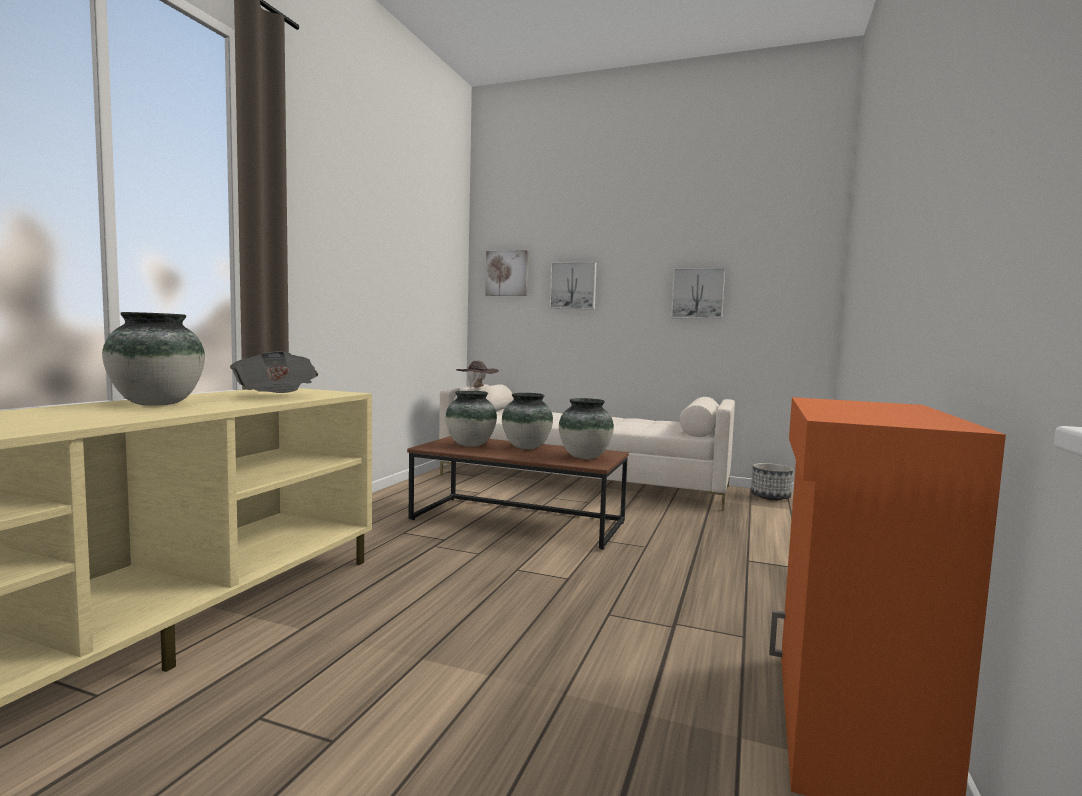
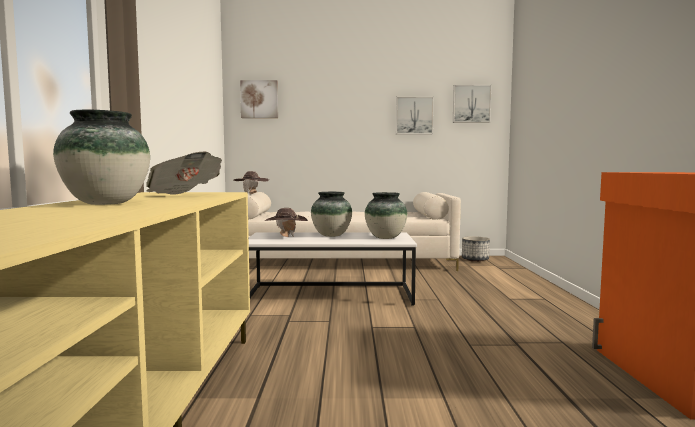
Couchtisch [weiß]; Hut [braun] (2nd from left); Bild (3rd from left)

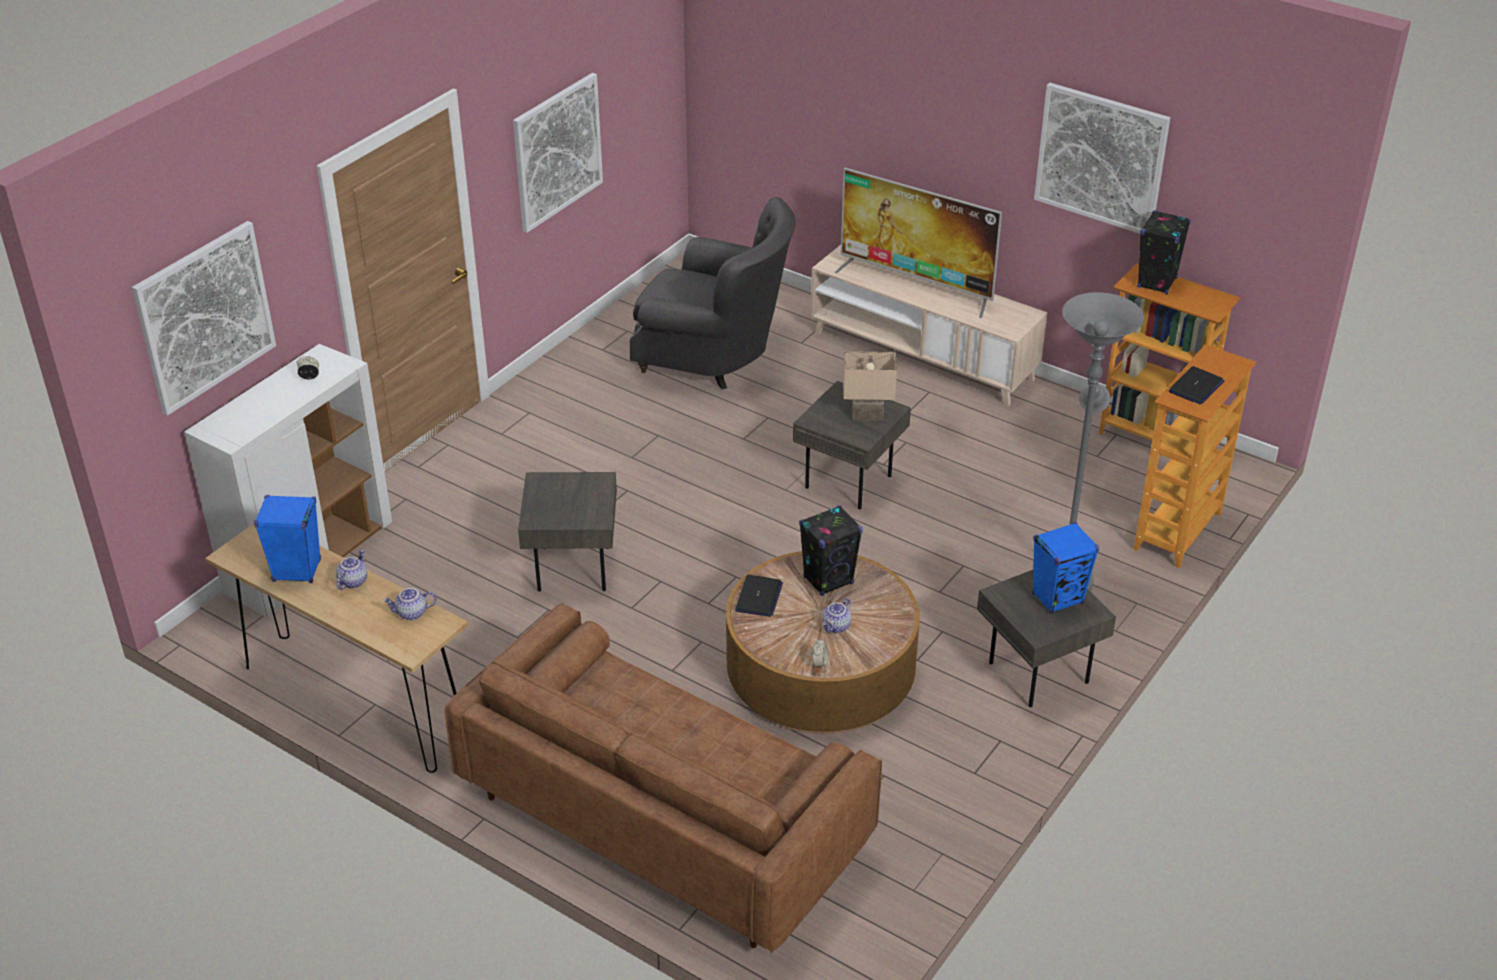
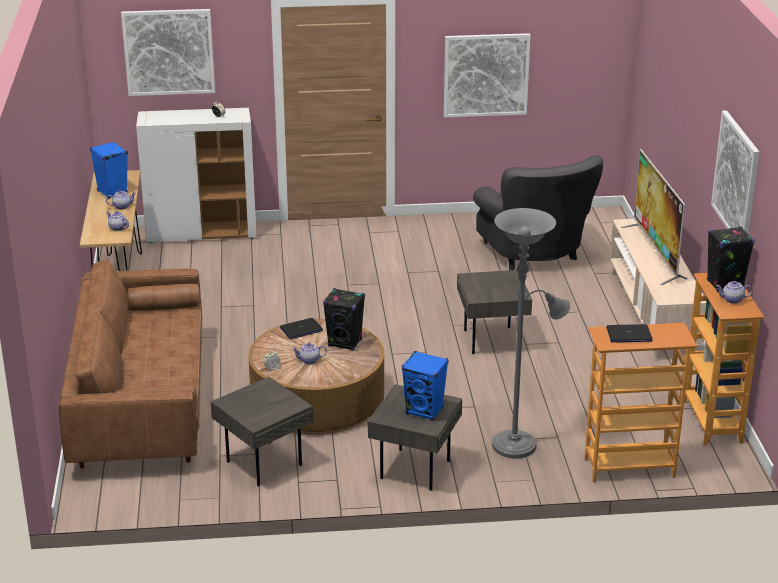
Beistelltisch [grau] (1st from left); Tischlampe [beige]; Teekanne (4th from left)

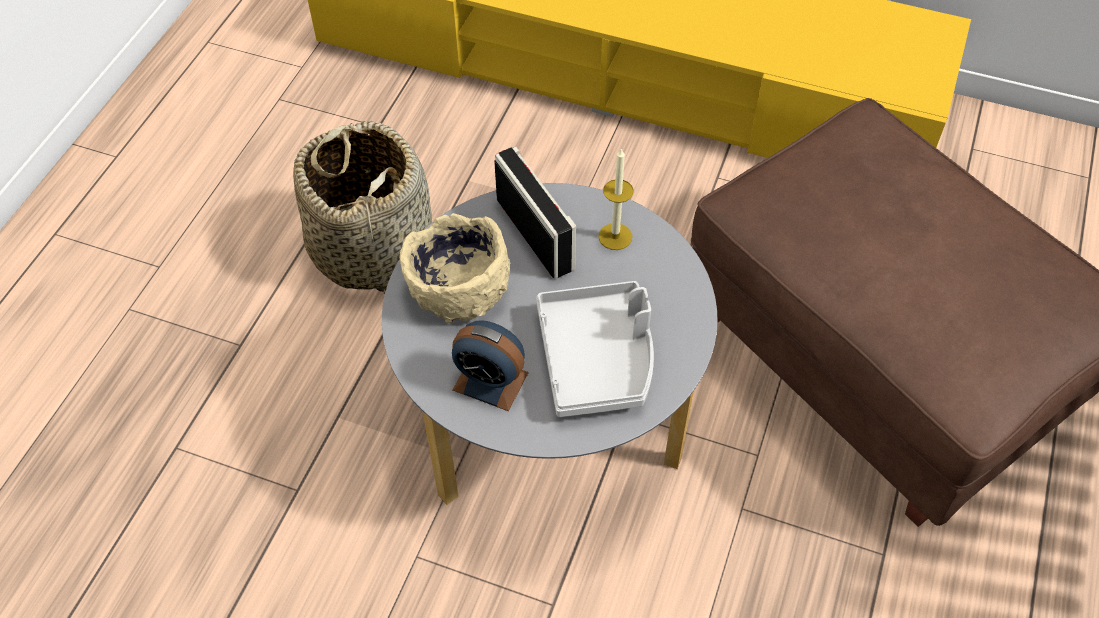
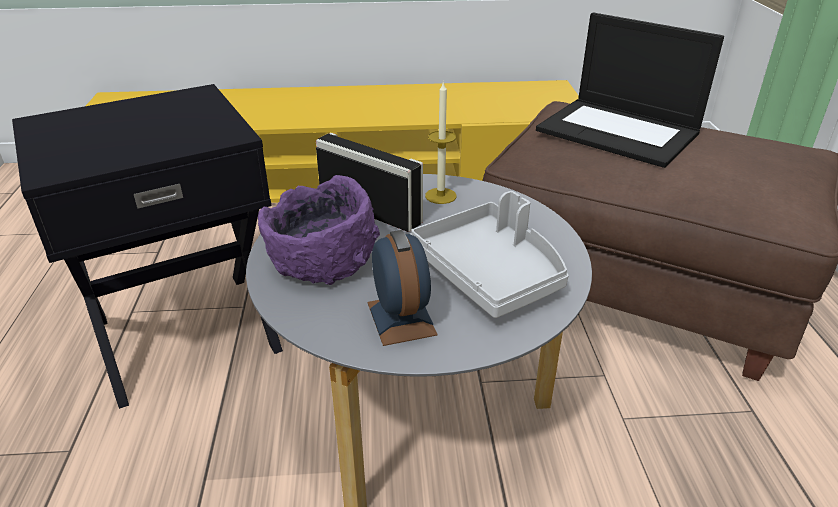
Beistelltisch [schwarz]; Schüssel [lila]; Wecker; Laptop

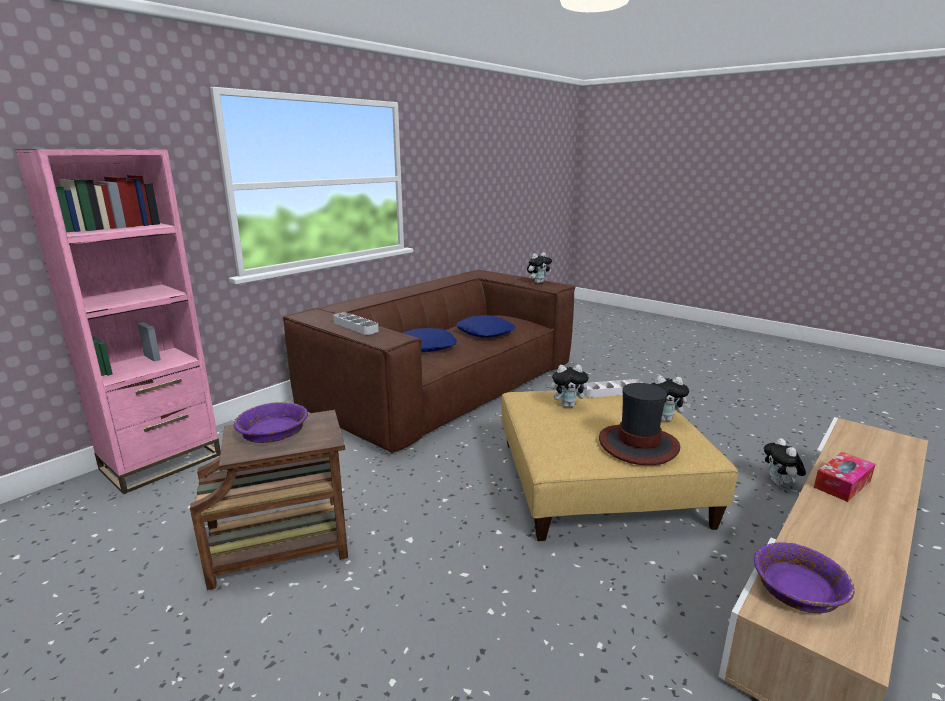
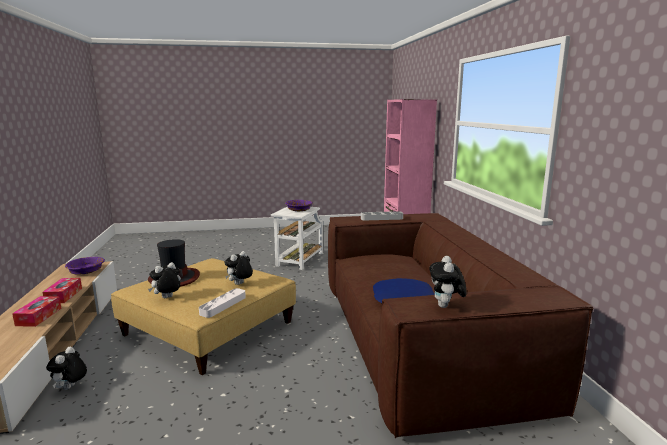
Beistelltisch [weiß]; Kissen [blau] (1st from left in the first image); Plüschtier (1st from left); Taschentuchbox (2nd from left)

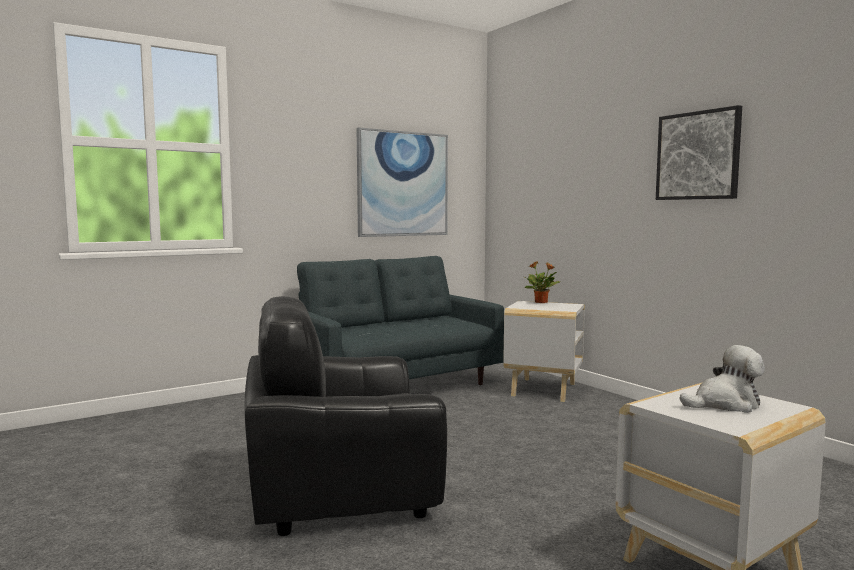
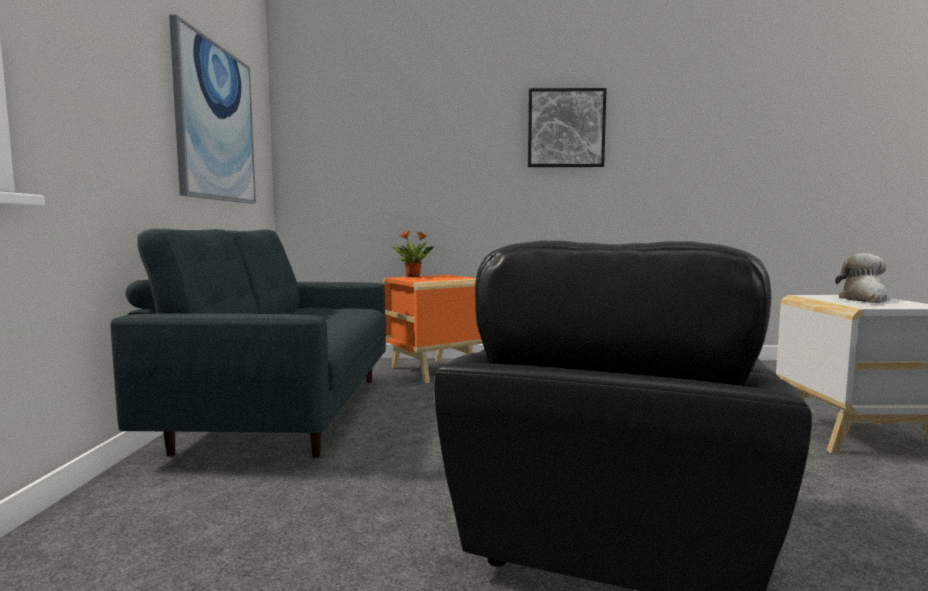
Beistelltisch [orange]

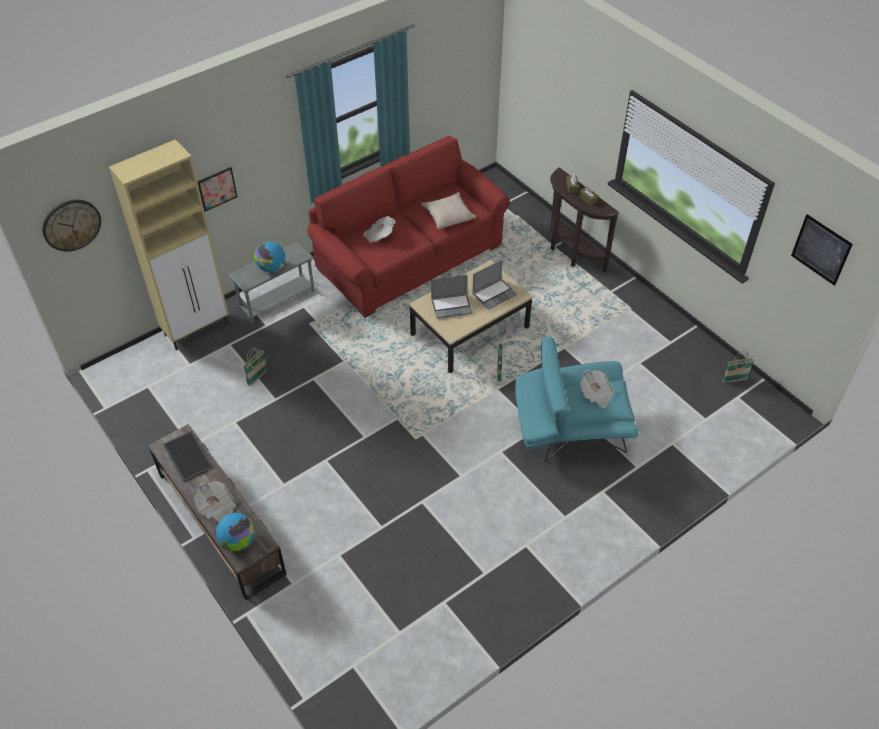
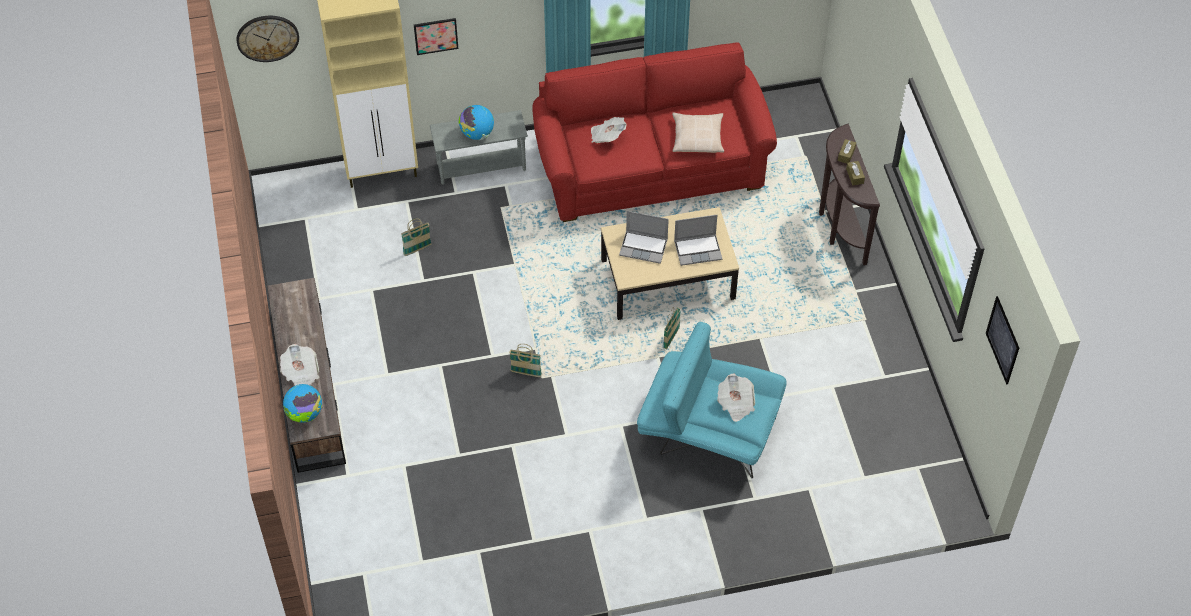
Tablett; Korb (2nd from left)

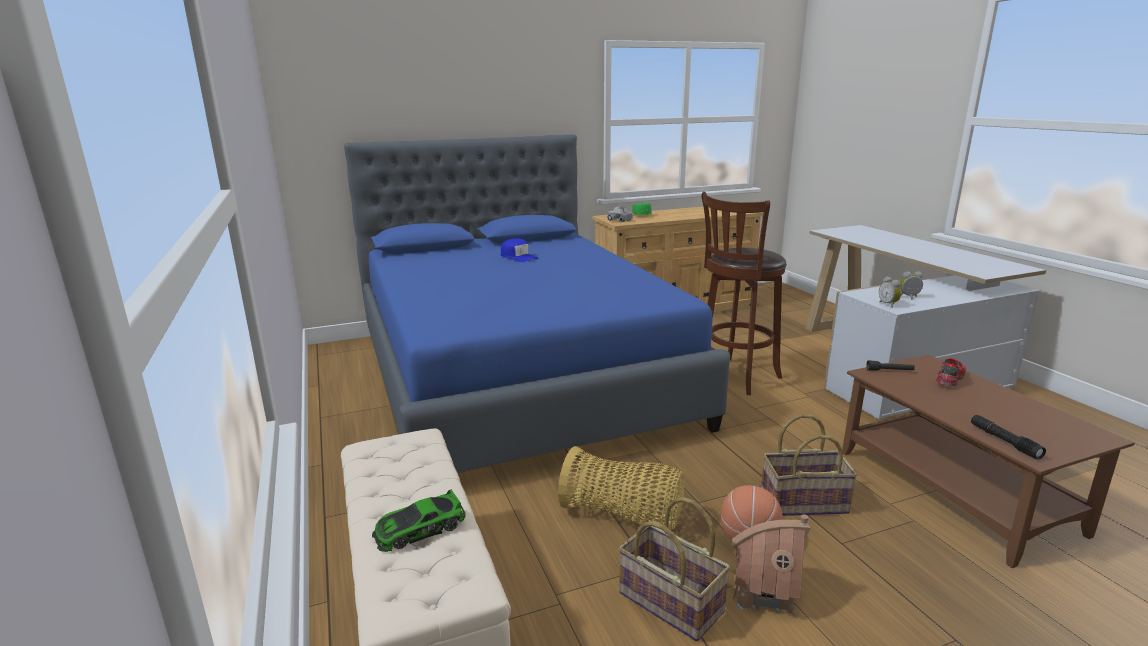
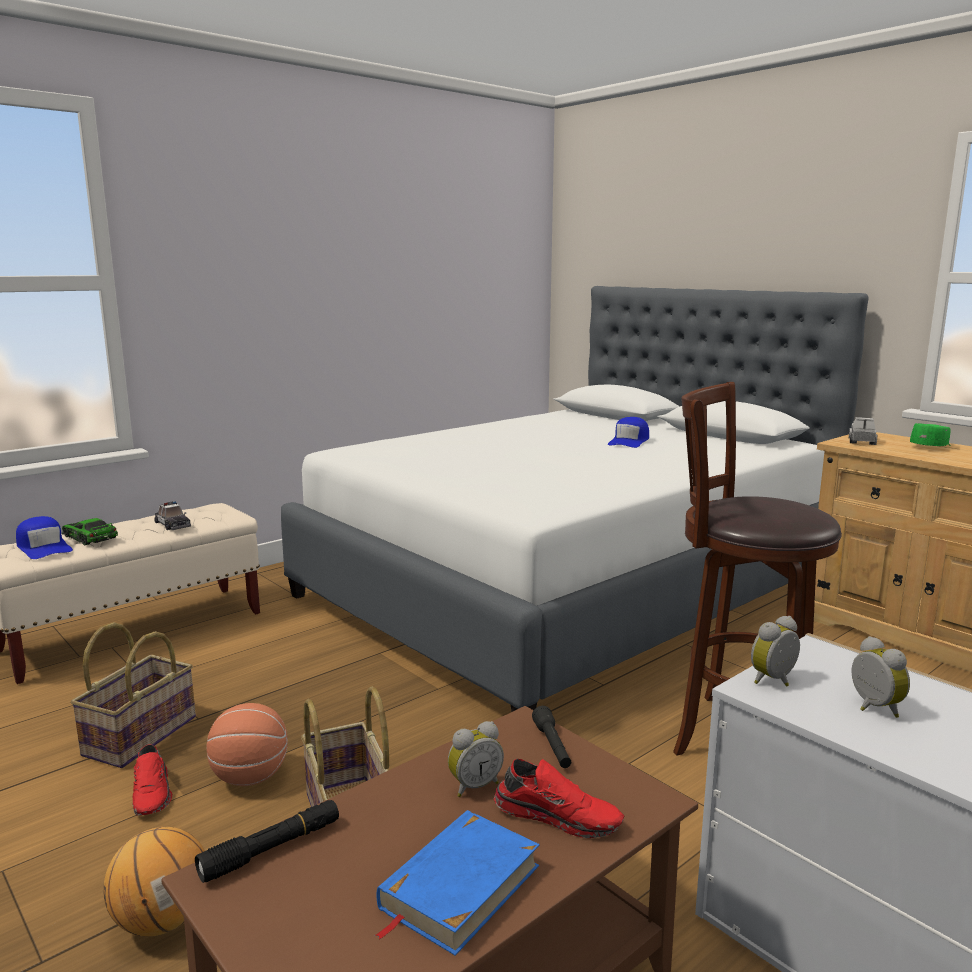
Bett [weiß]; Korb (1st from left in the first image); Schuh [rot] (1st from left); Kappe [blau] (1st from left); Basketball (1st from left); Spielzeugauto (2nd from left); Buch [blau]; Wecker (1st from left)

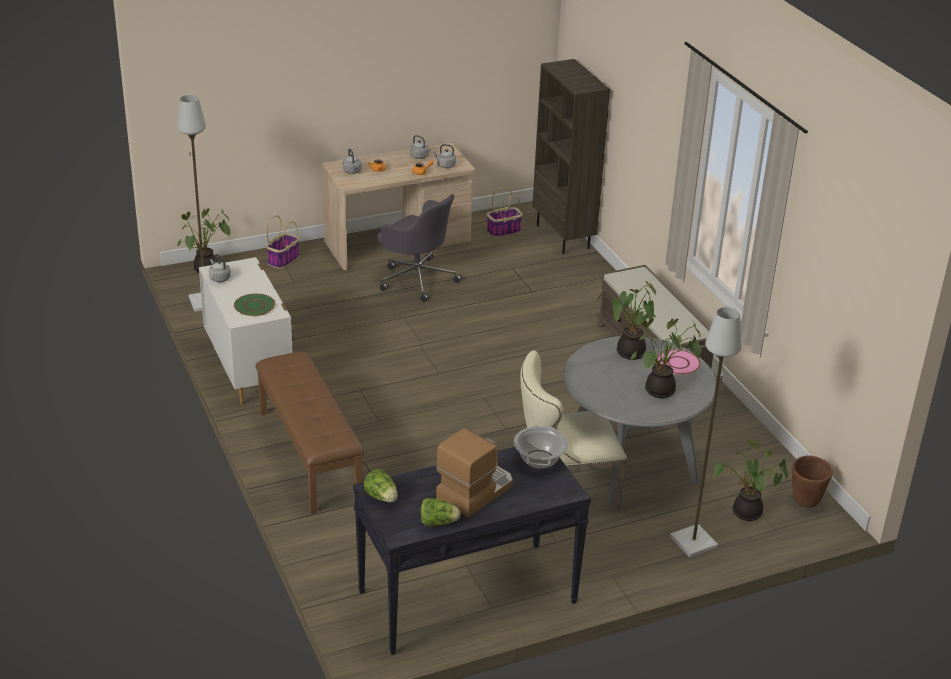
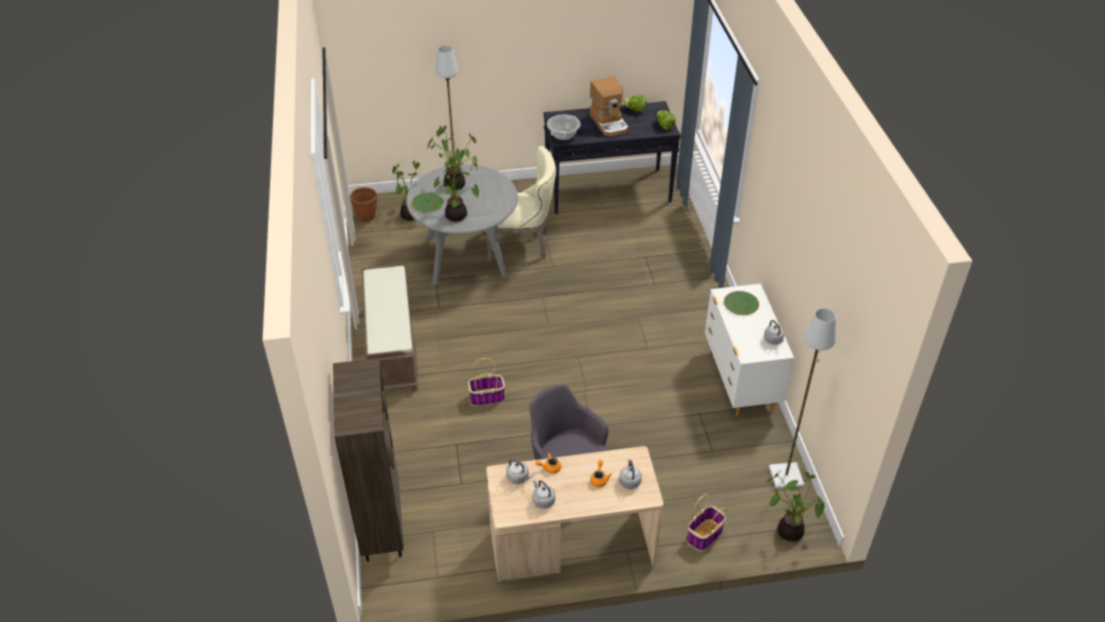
Bank [braun] (1st from left in the first image); Kaffeemaschine; Korb (1st from left); Teller [grün] (1st from left)

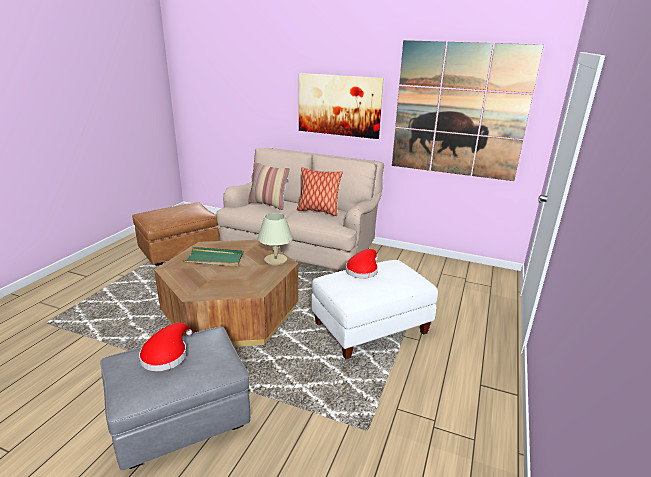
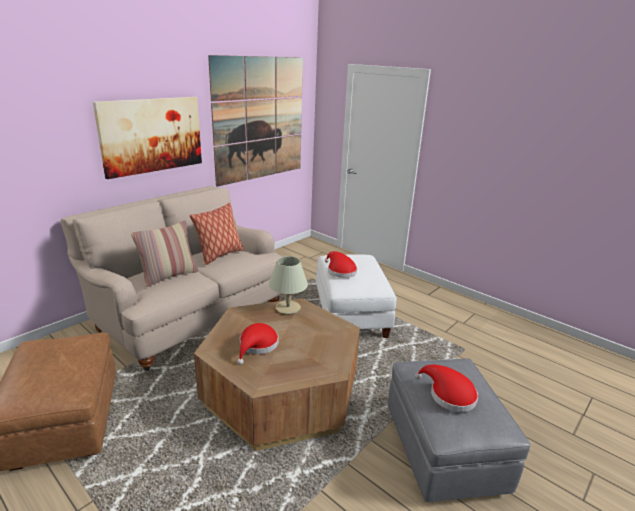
Hut [rot] (1st from left)

